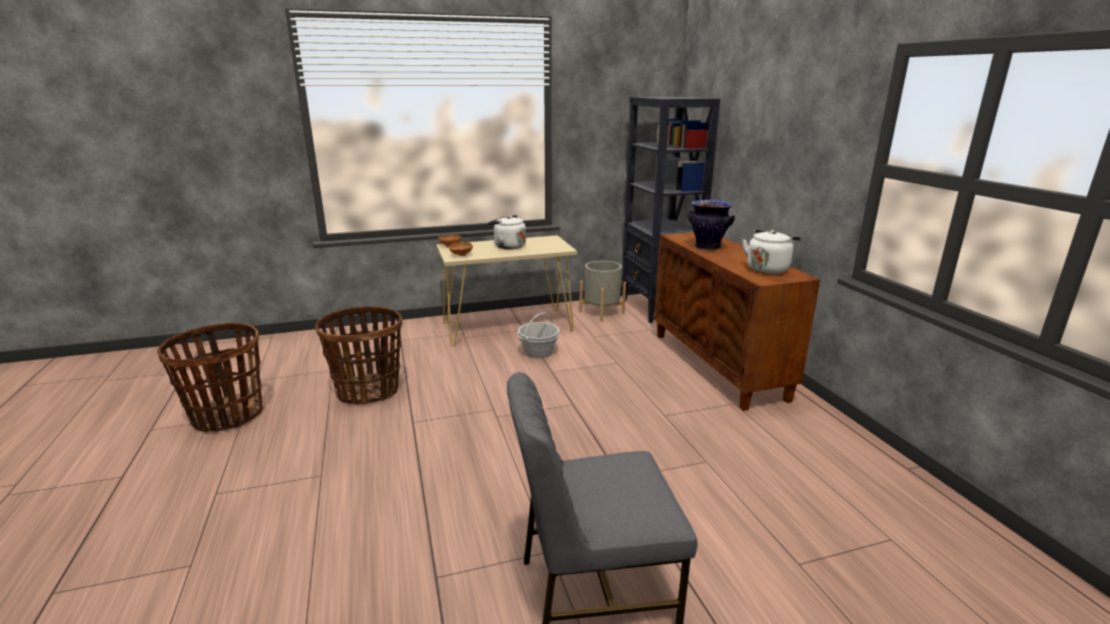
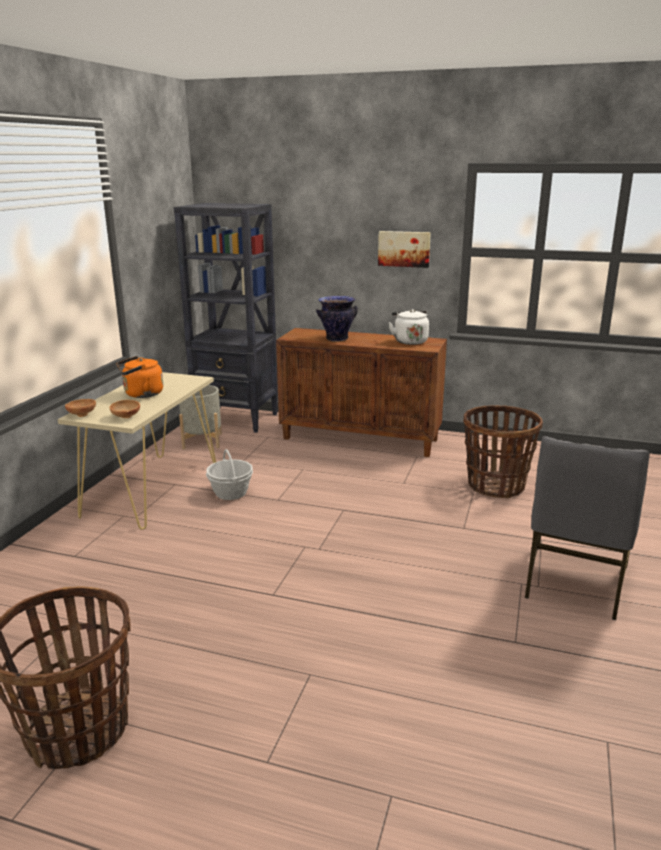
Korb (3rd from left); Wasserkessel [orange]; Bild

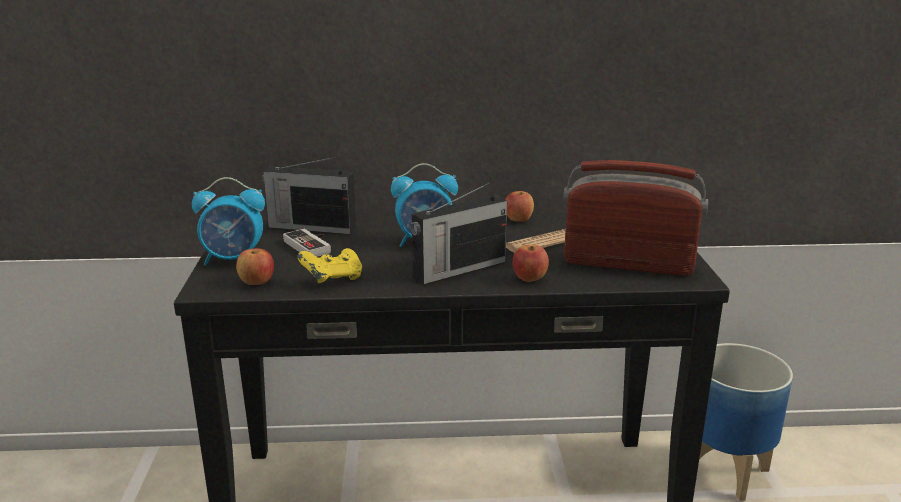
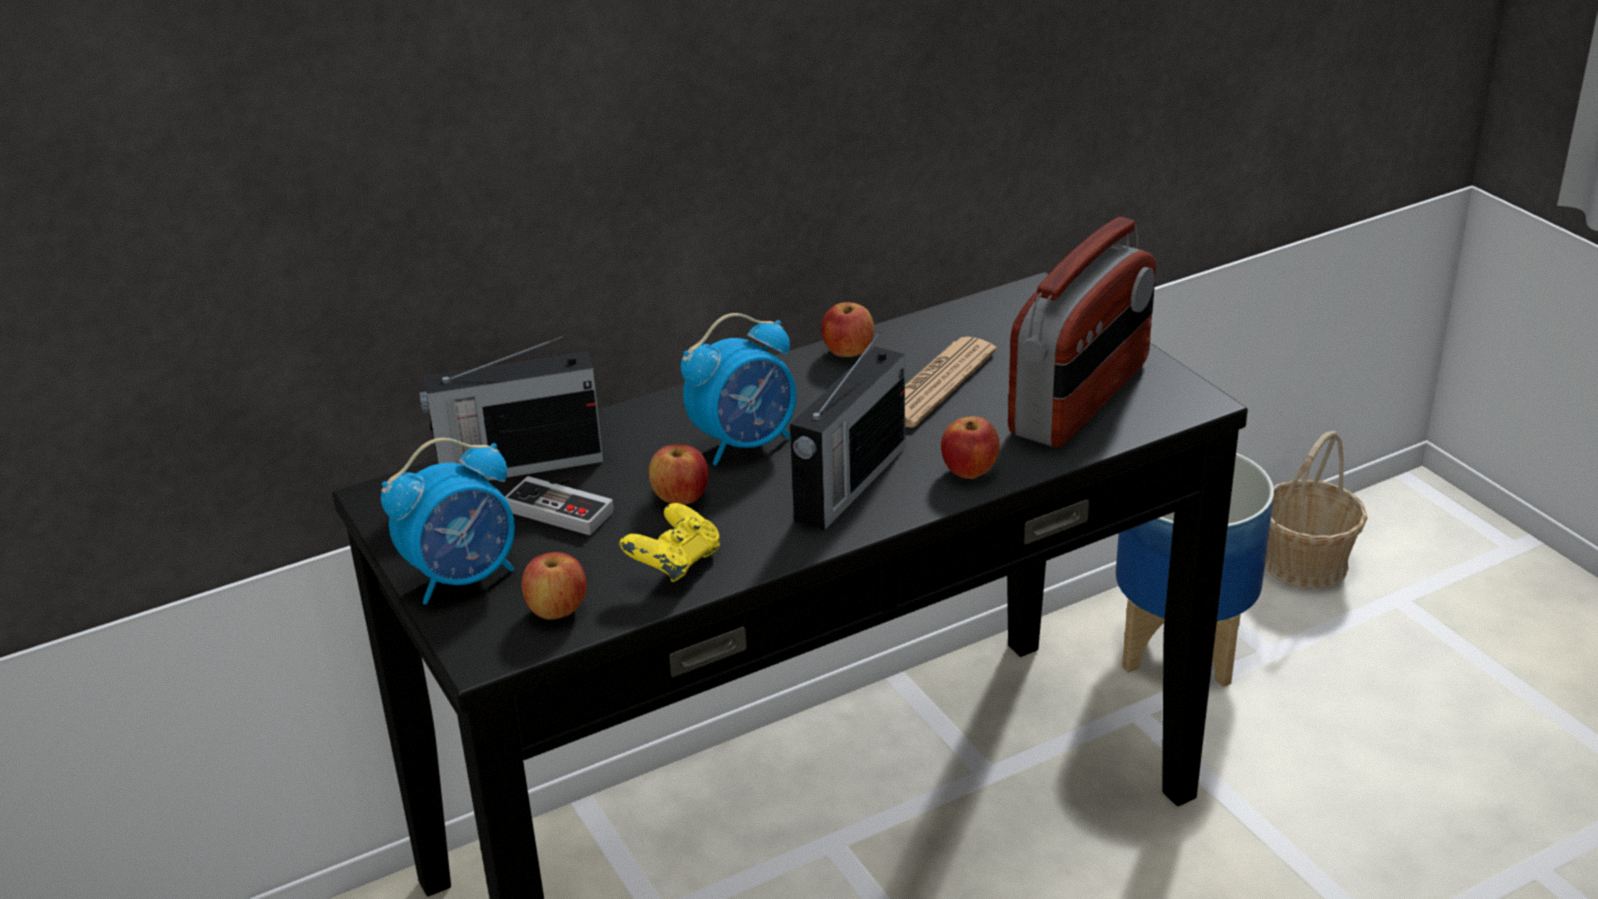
Radio (3rd from left); Apfel (2nd from left); Korb

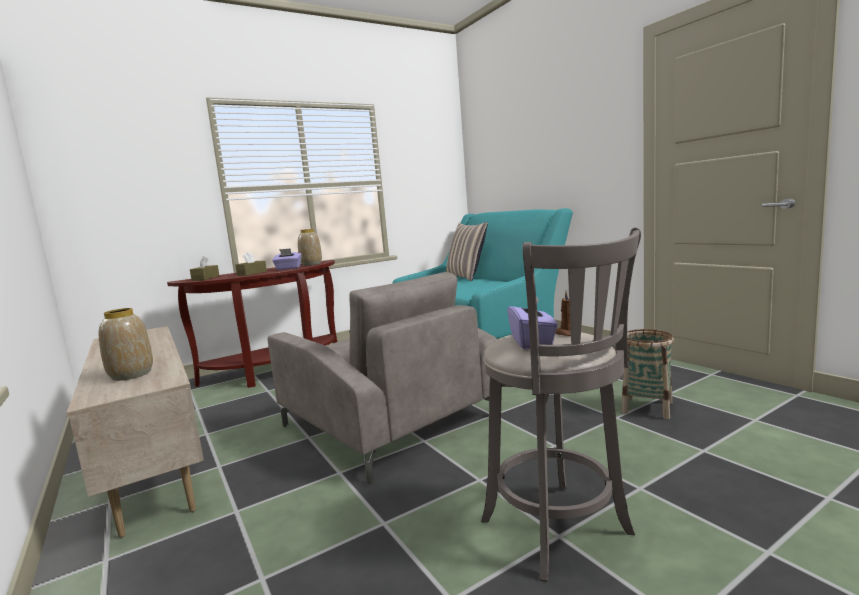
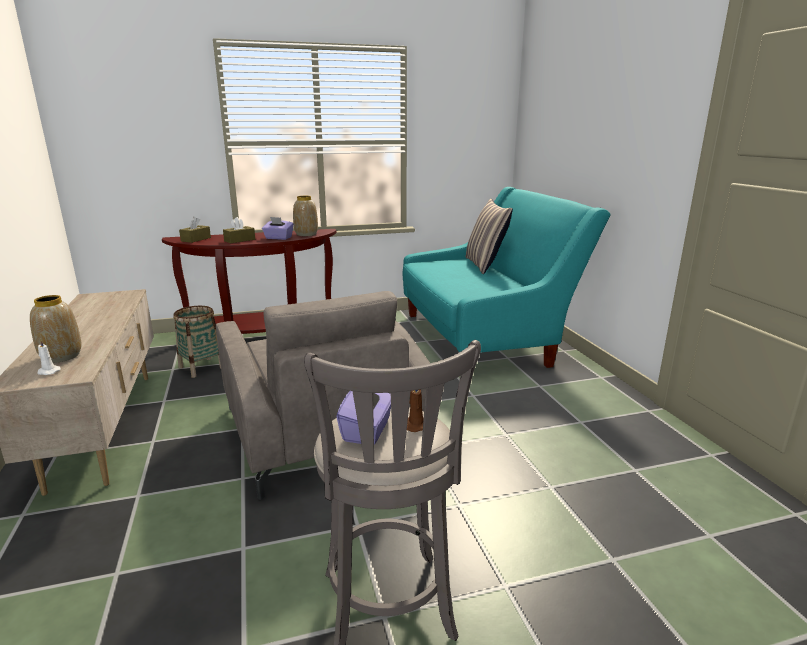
Korb; Kerze [weiß]

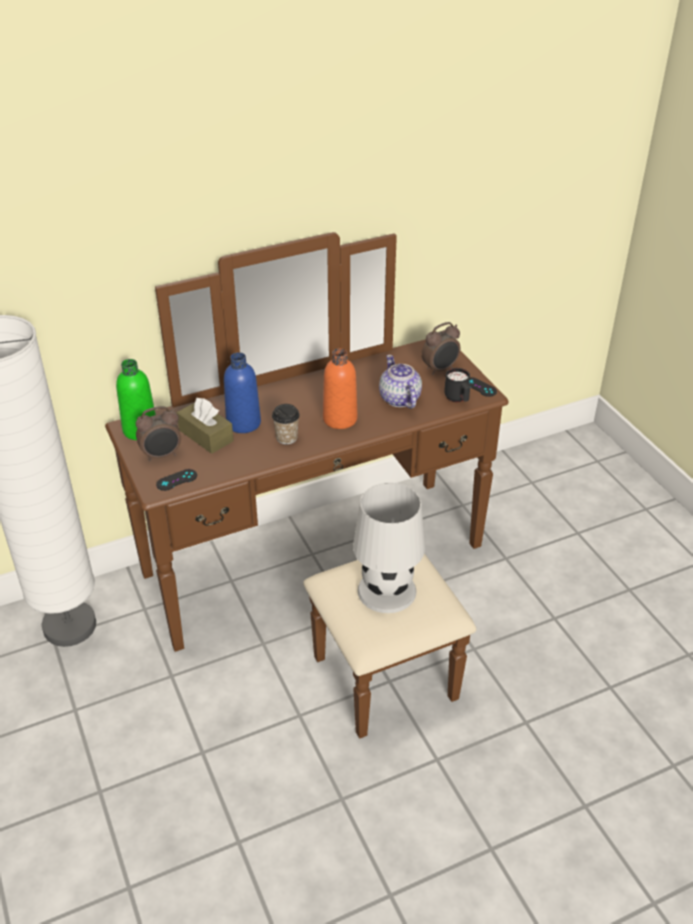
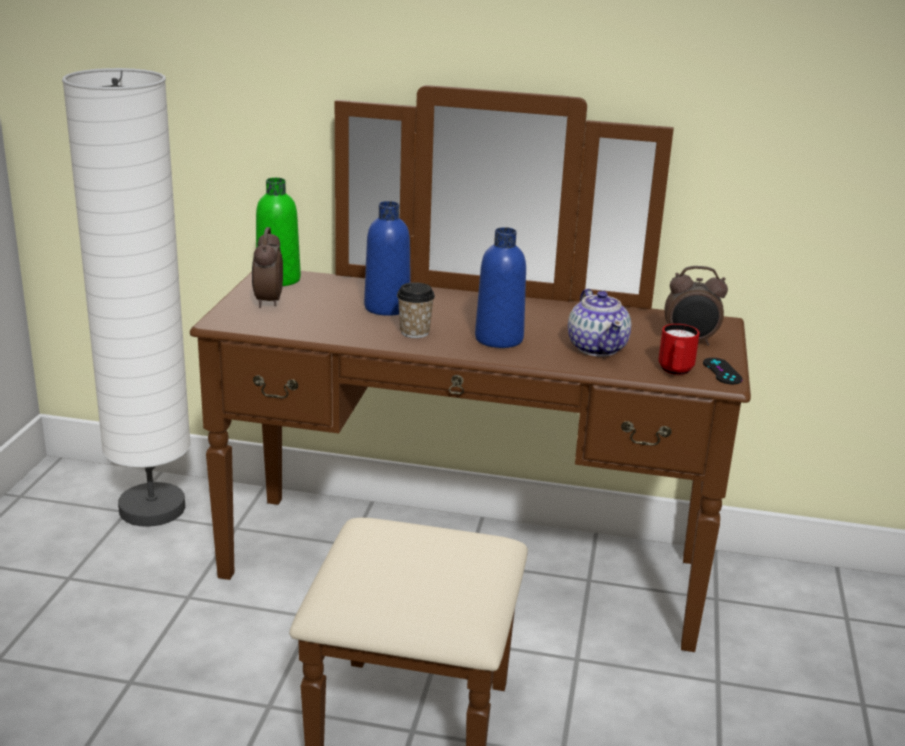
Wecker (1st from left); Gamepad [schwarz] (1st from left in the first image); Taschentuchbox [braun]; Flasche [blau] (2nd from left); Tischlampe [weiß]; Teekanne; Henkelbecher [rot]

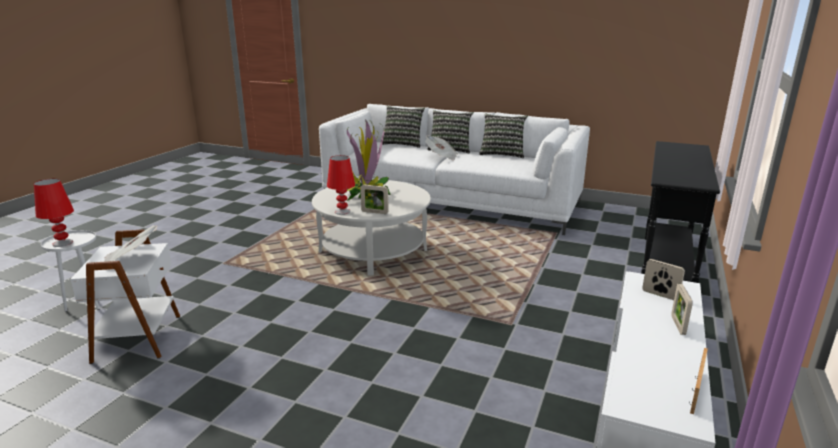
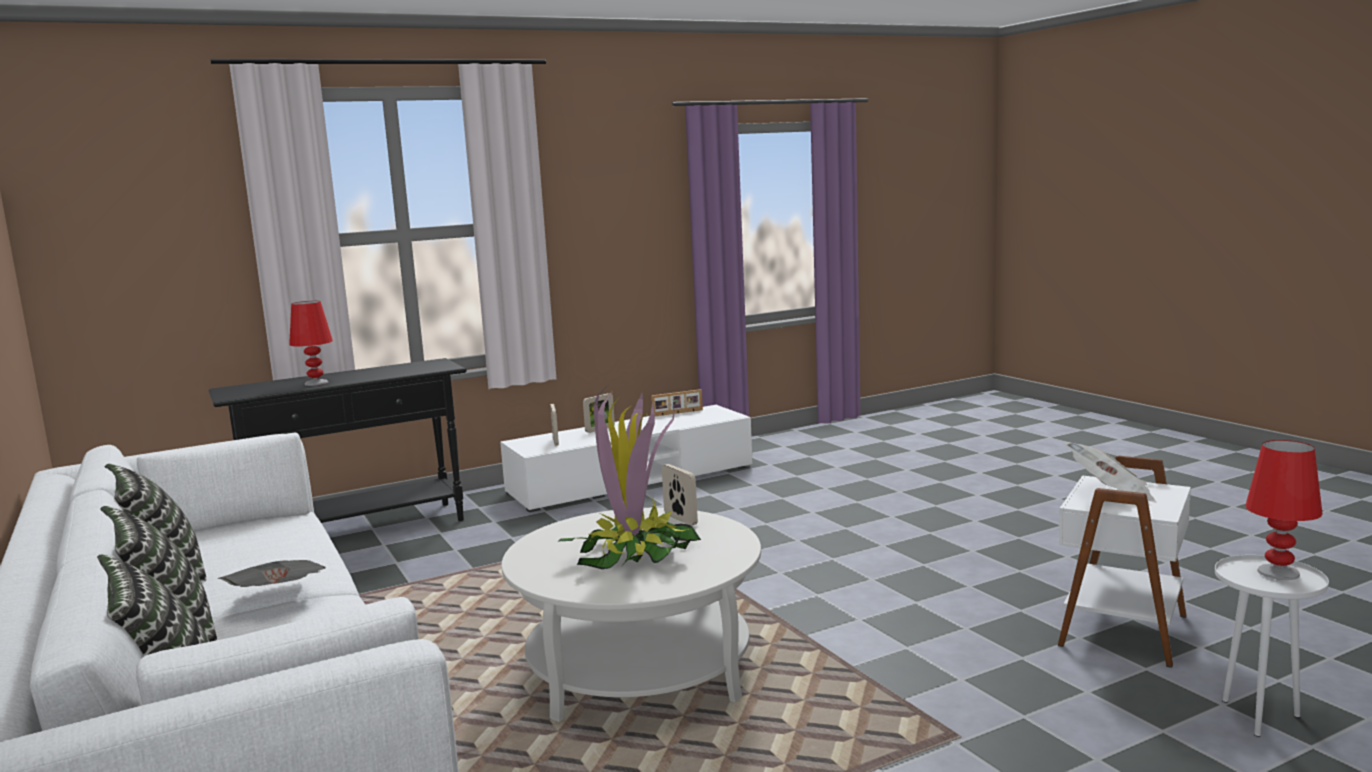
Tischlampe [rot] (1st from left)

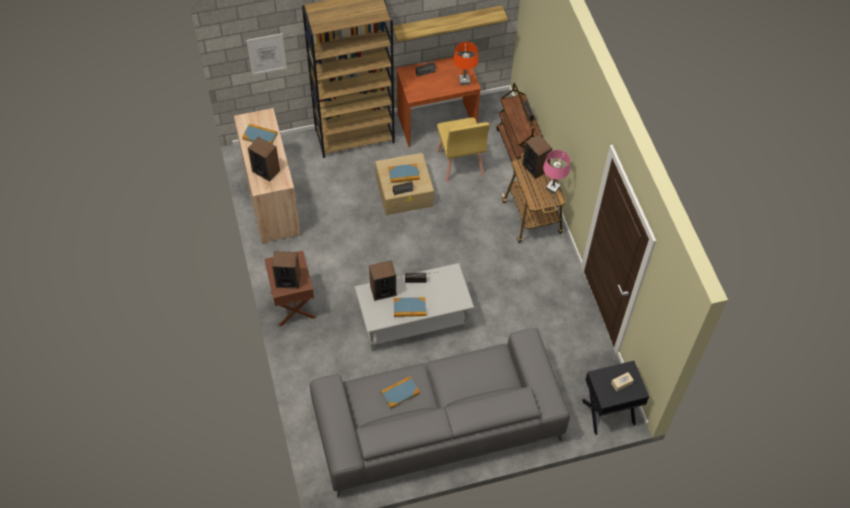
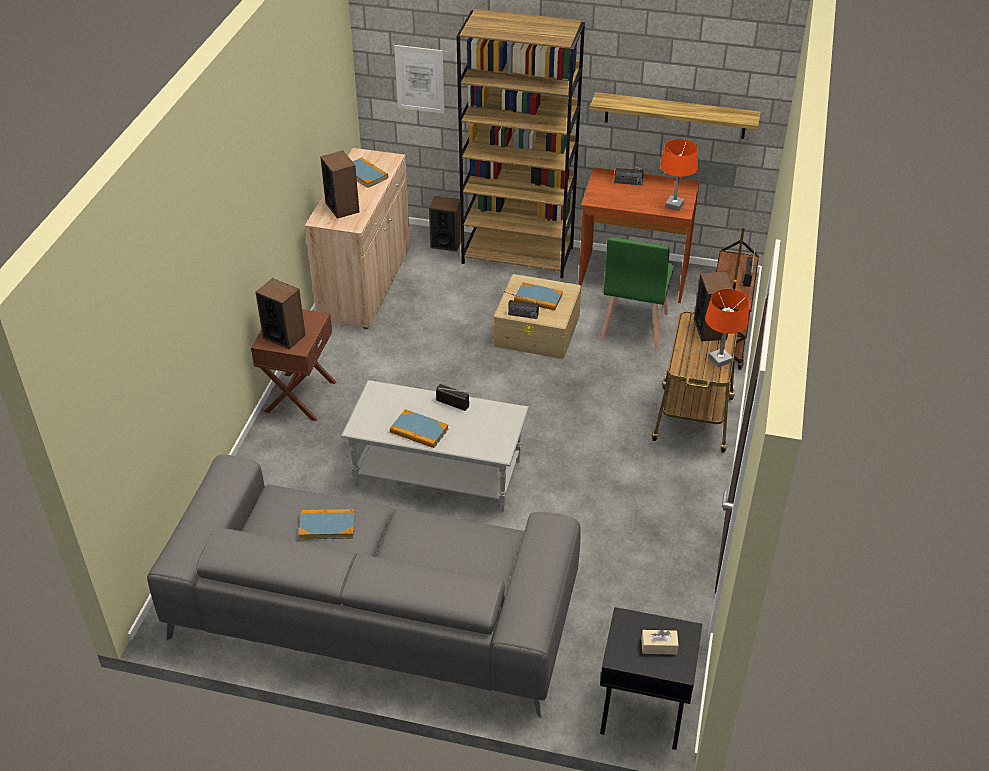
Lautsprecher (3rd from left); Stuhl [grün]; Tischlampe [orange] (2nd from left)

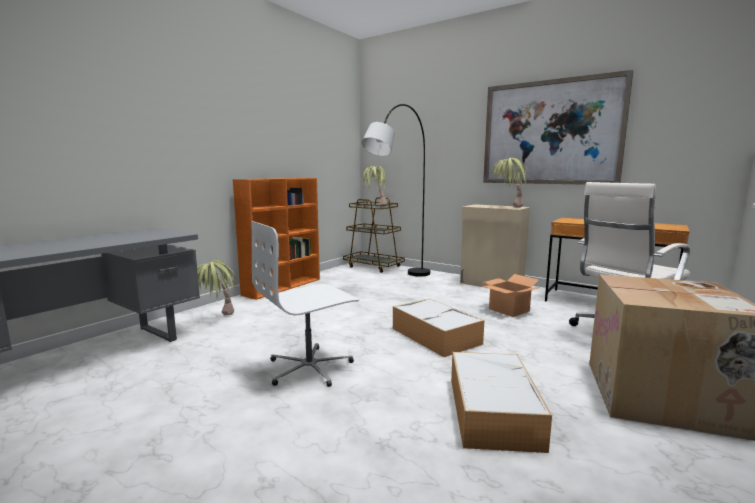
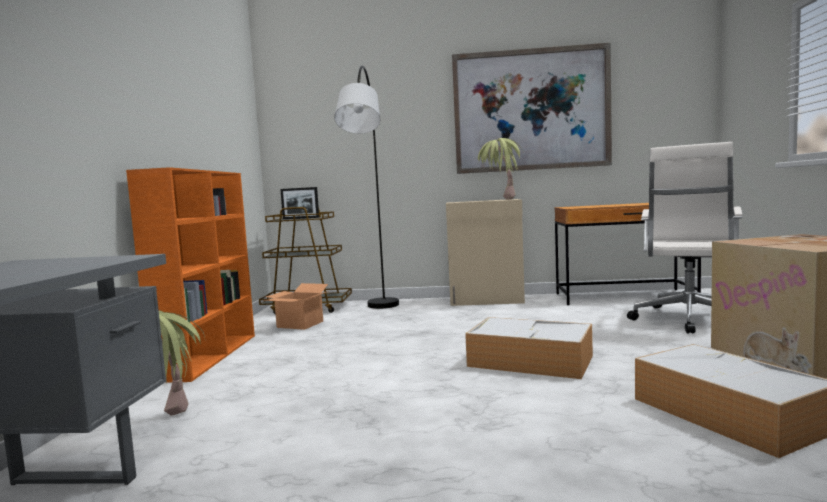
Bürostuhl [weiß] (1st from left in the first image); Bilderrahmen; Karton (1st from left)

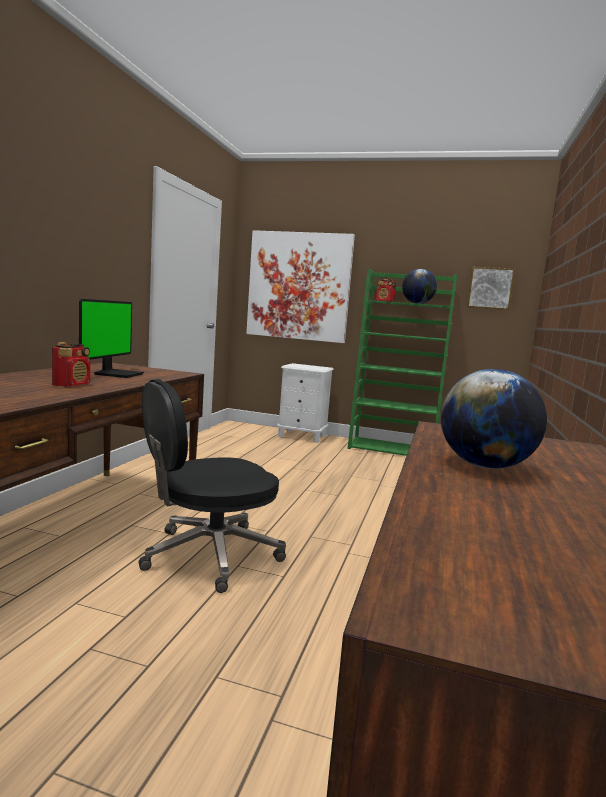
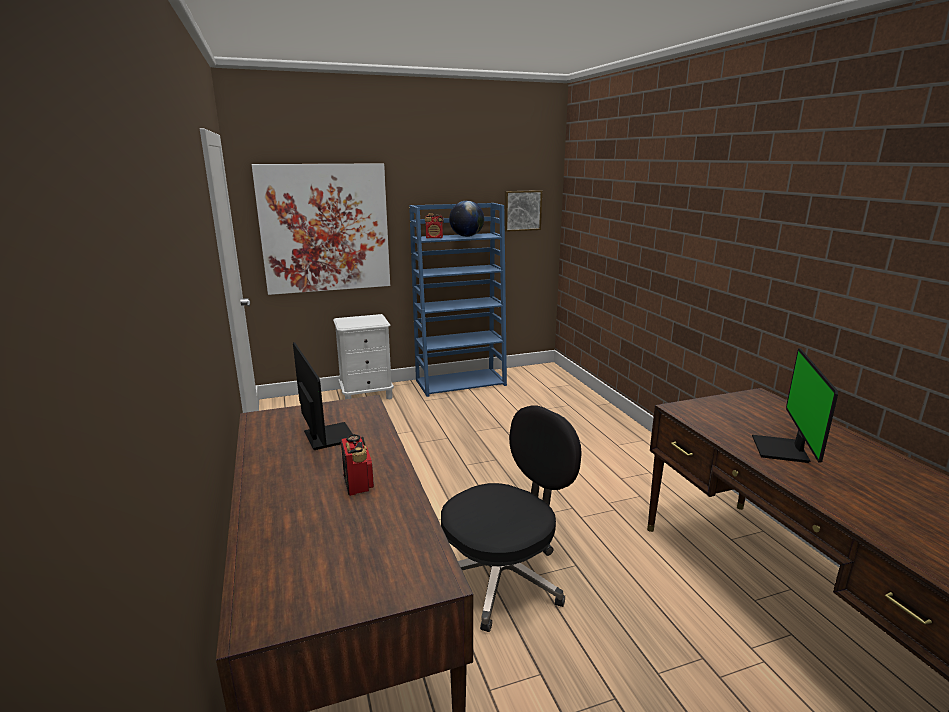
Bürostuhl [schwarz]; Bücherregal [blau]; Monitor (2nd from left)

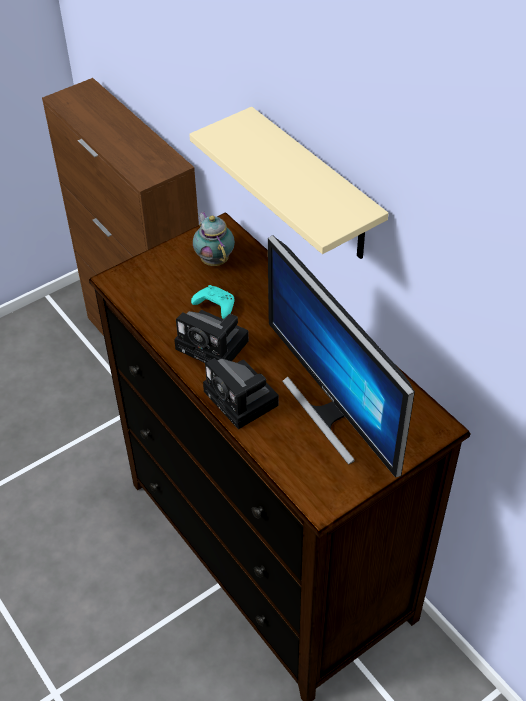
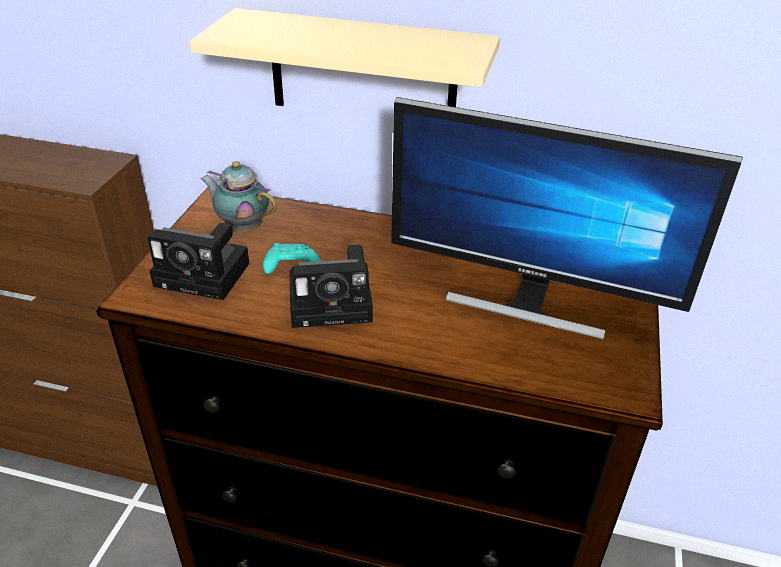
Kamera (1st from left)

